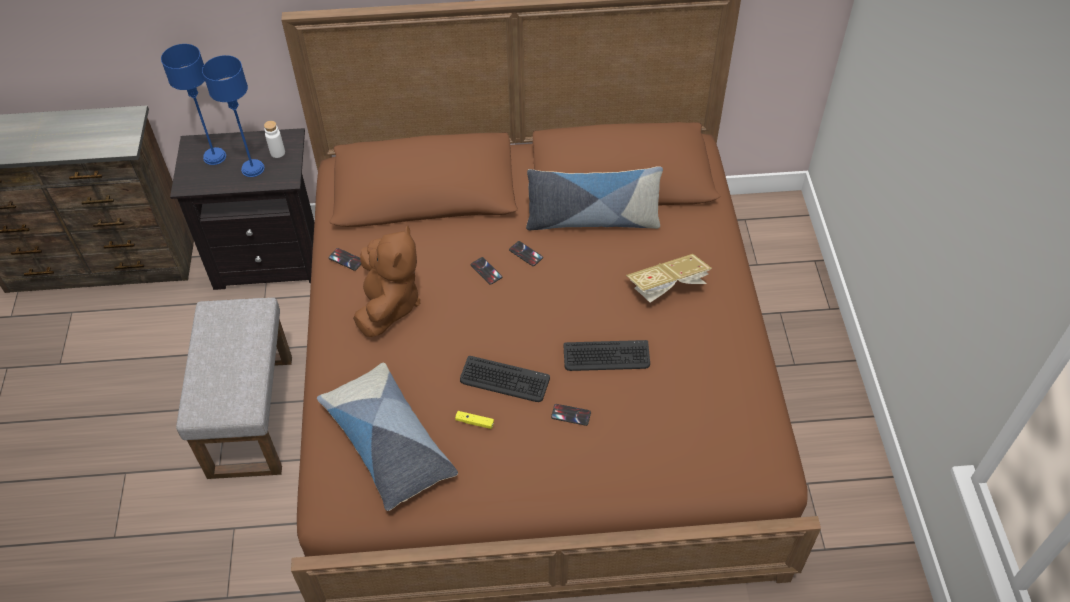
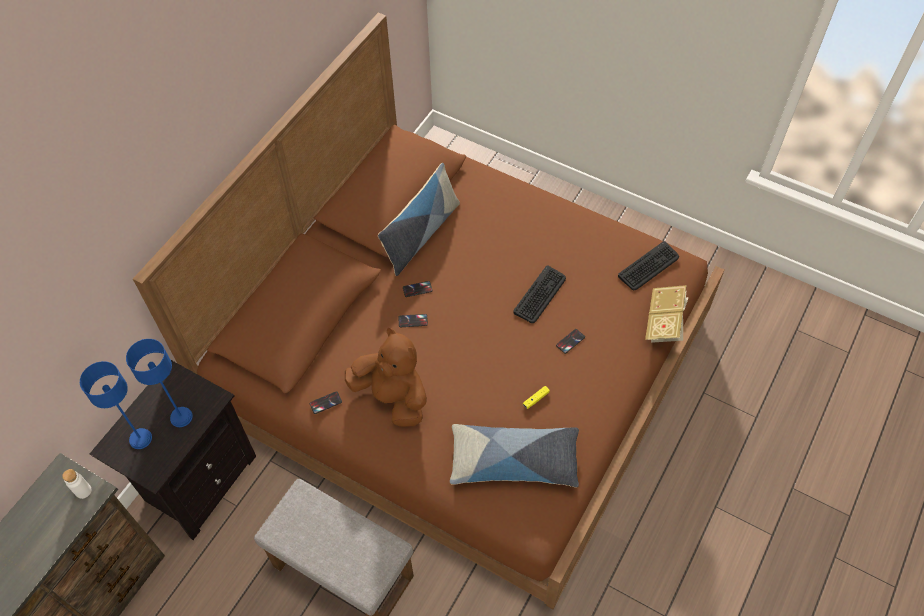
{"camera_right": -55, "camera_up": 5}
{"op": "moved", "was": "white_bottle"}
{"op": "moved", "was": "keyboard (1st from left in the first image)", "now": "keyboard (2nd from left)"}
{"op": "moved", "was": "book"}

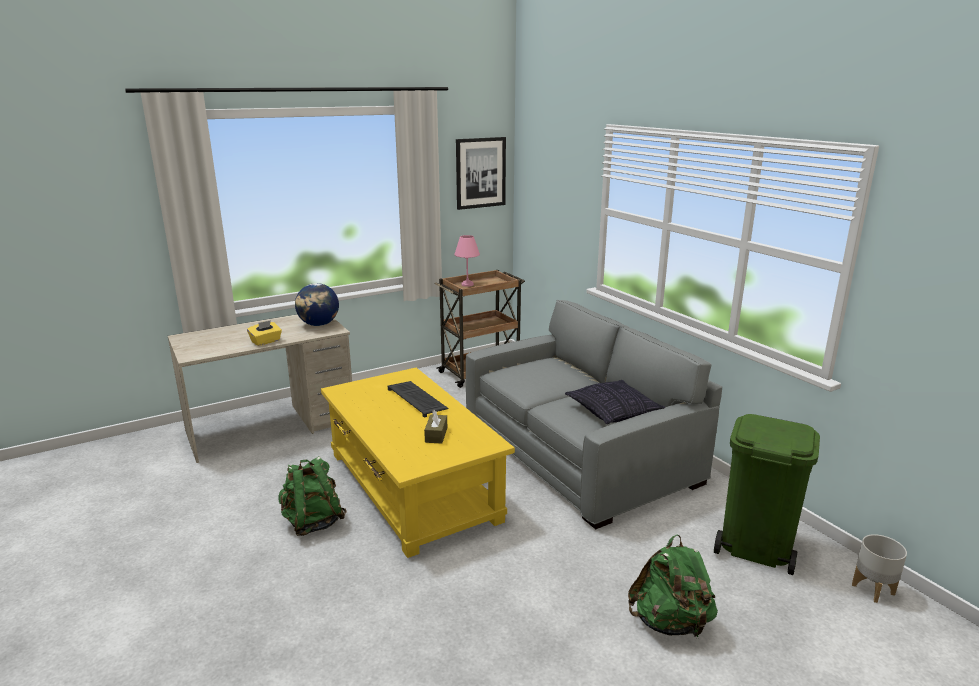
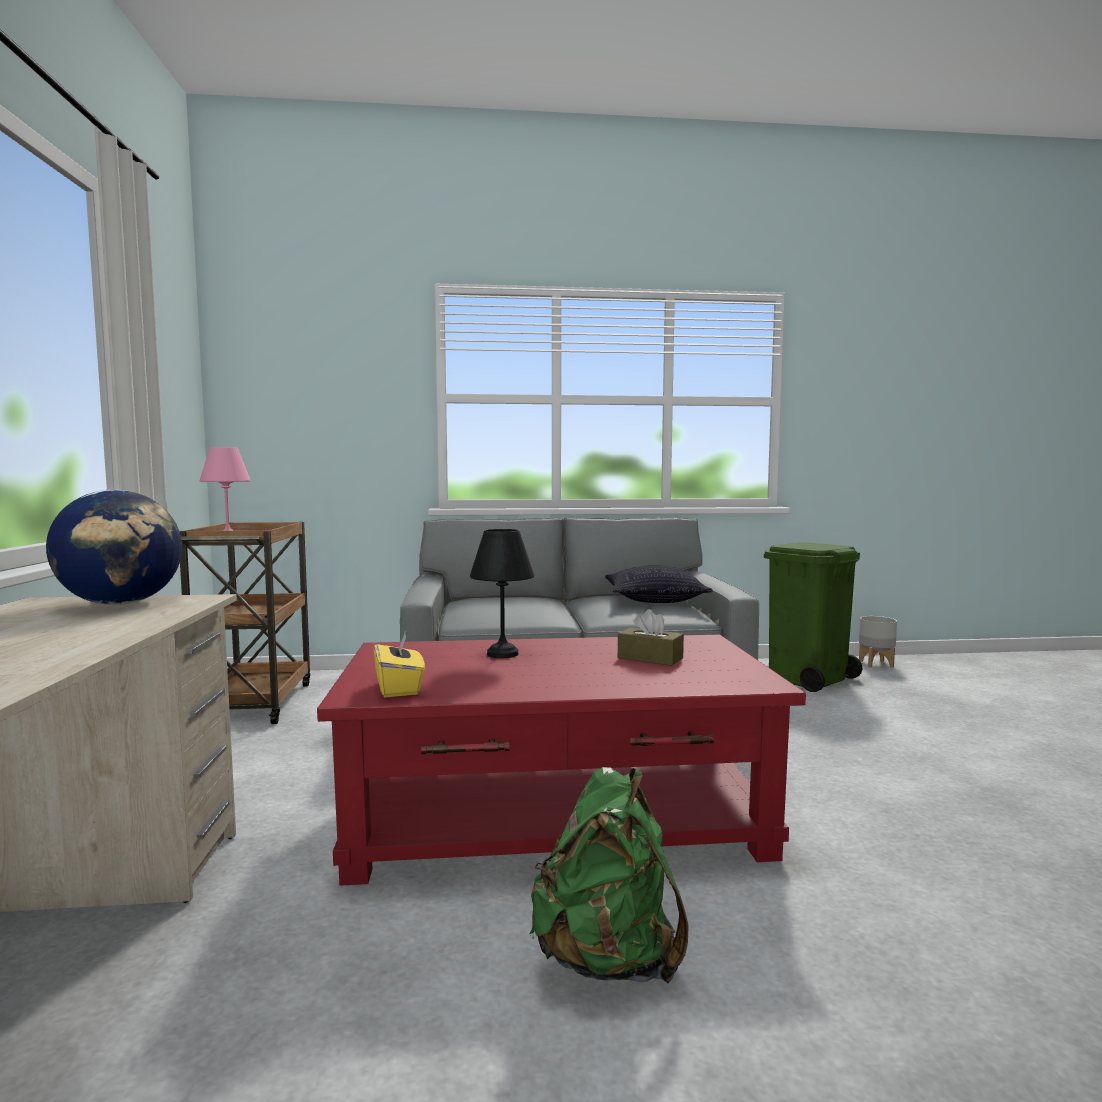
{"camera_right": -65, "camera_up": -15}
{"op": "removed", "was": "picture"}
{"op": "removed", "was": "green_backpack (2nd from left)"}
{"op": "moved", "was": "yellow_tissue_box"}
{"op": "replaced", "was": "keyboard", "now": "black_table_lamp"}
{"op": "recoloured", "was": "yellow_coffee_table", "now": "red_coffee_table"}

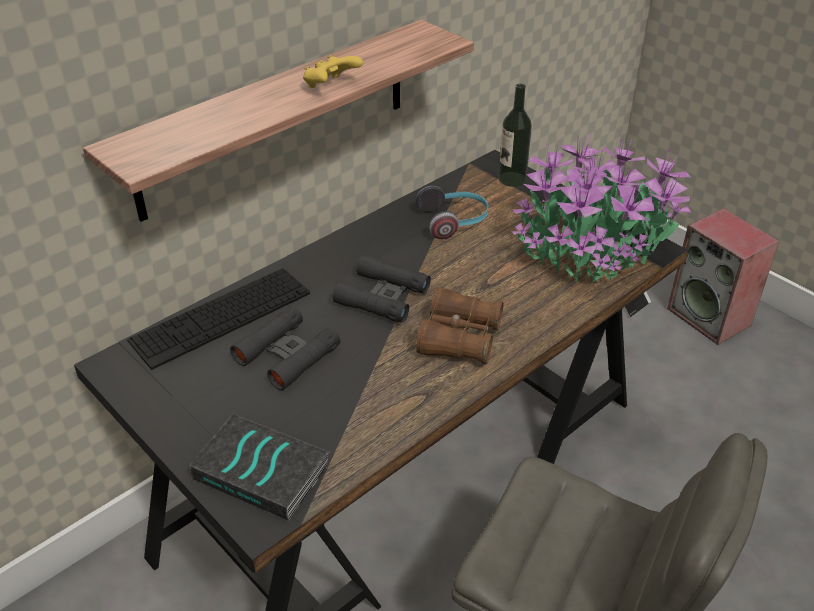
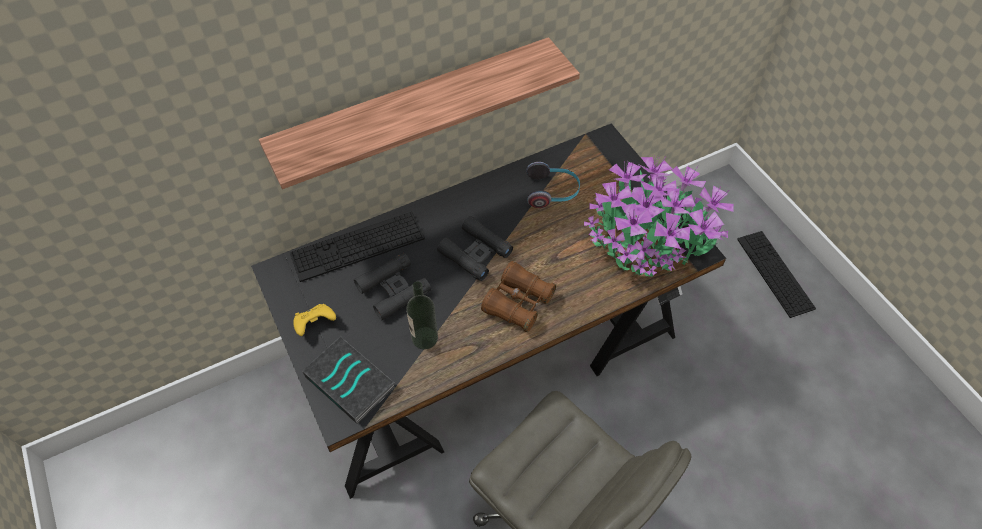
{"camera_right": 15, "camera_up": 15}
{"op": "moved", "was": "yellow_game_controller"}
{"op": "moved", "was": "bottle"}
{"op": "replaced", "was": "speaker", "now": "keyboard (2nd from left)"}

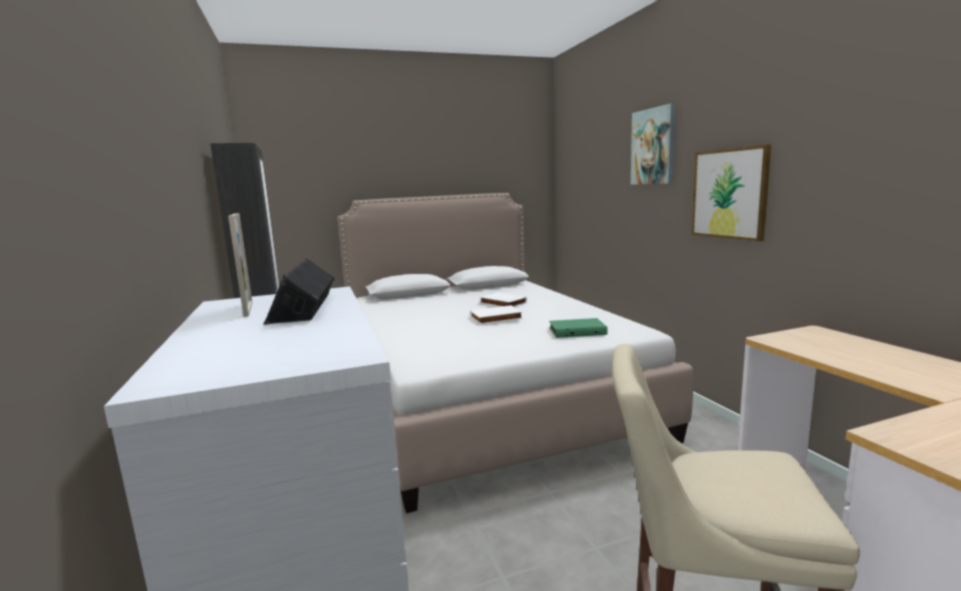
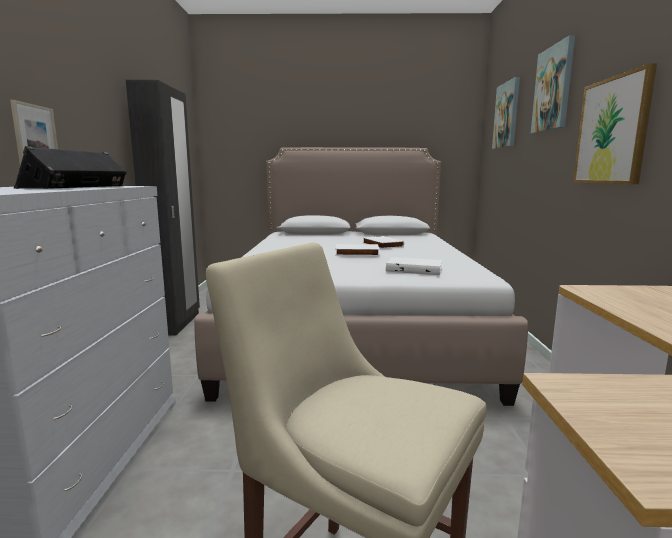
{"camera_right": 20, "camera_up": 0}
{"op": "added", "now": "picture (1st from left)"}
{"op": "recoloured", "was": "green_book", "now": "white_book (3rd from left)"}

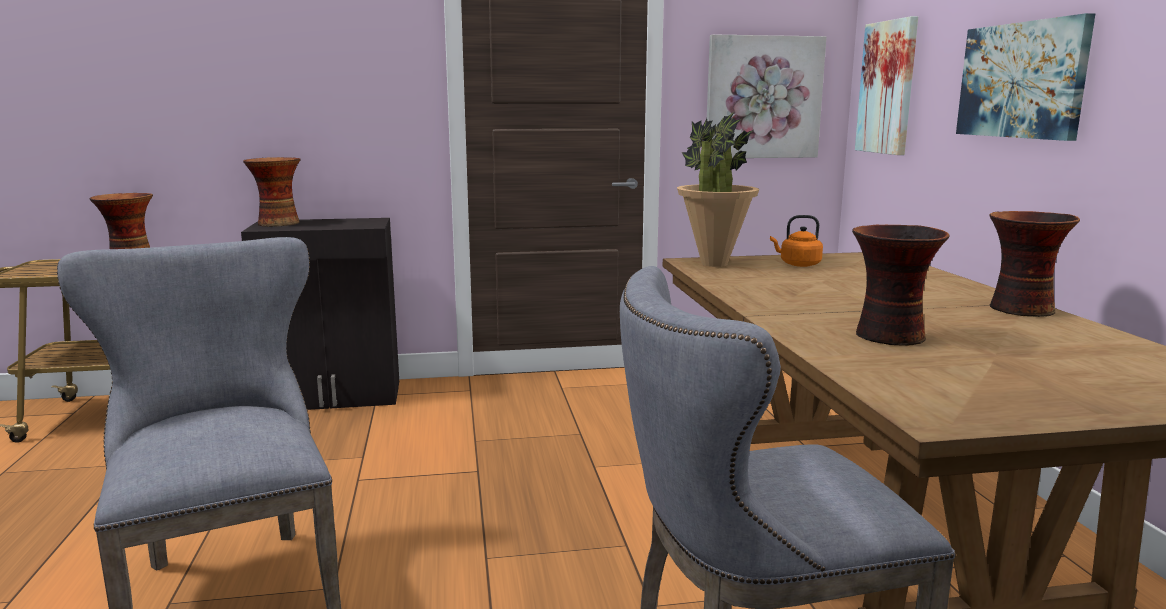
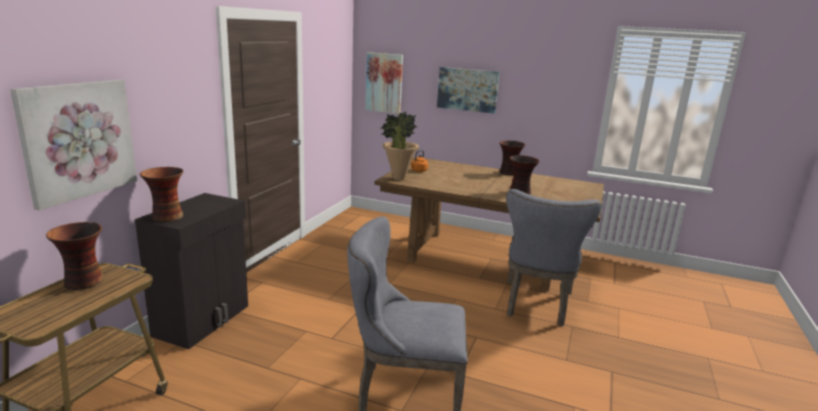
{"camera_right": -60, "camera_up": 5}
{"op": "moved", "was": "picture (1st from left)"}

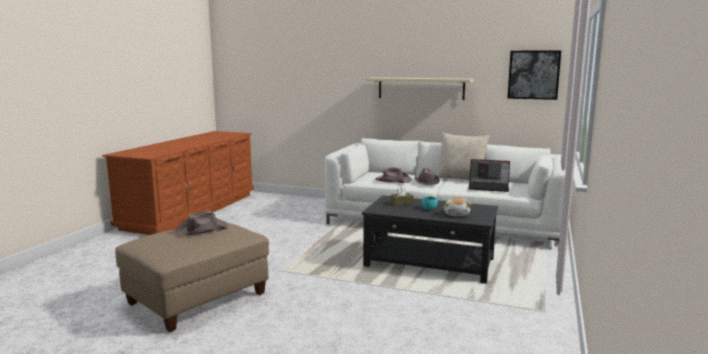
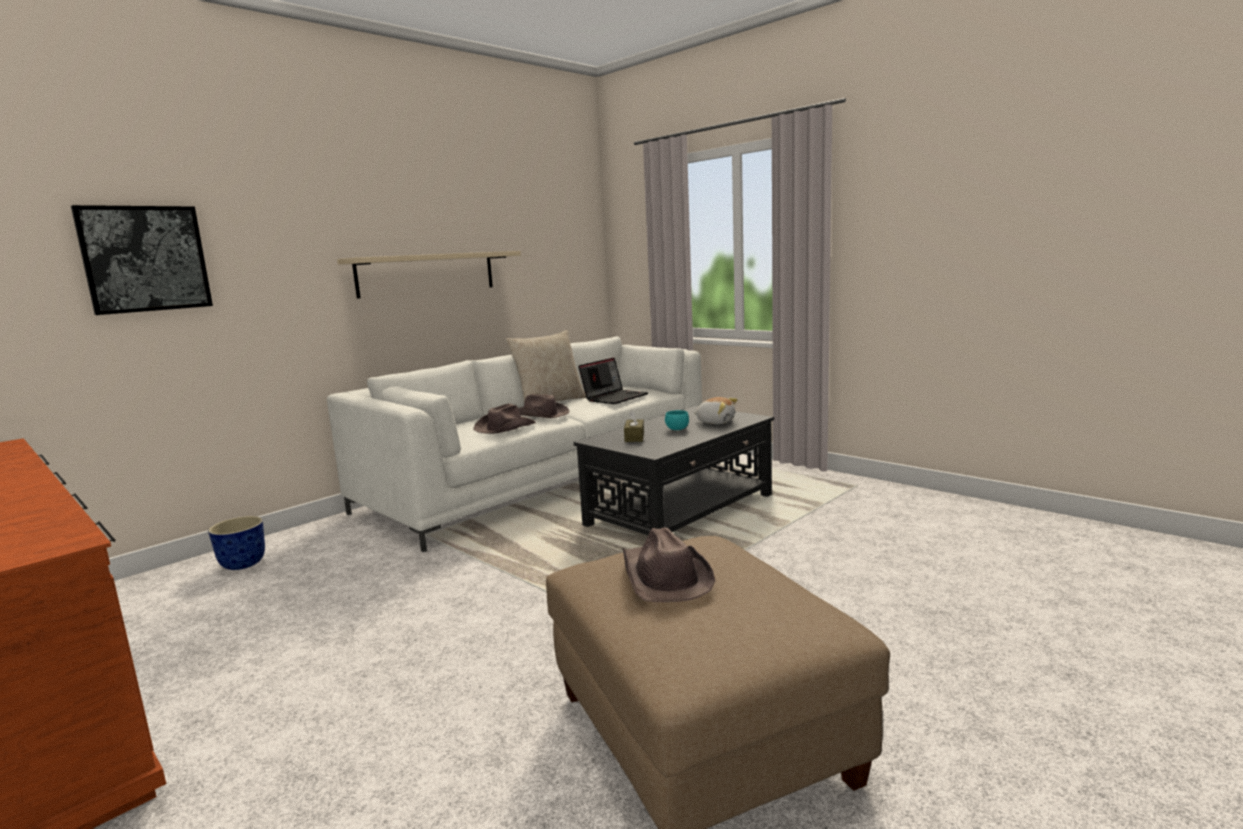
{"camera_right": -65, "camera_up": 0}
{"op": "added", "now": "planter"}
{"op": "moved", "was": "picture"}

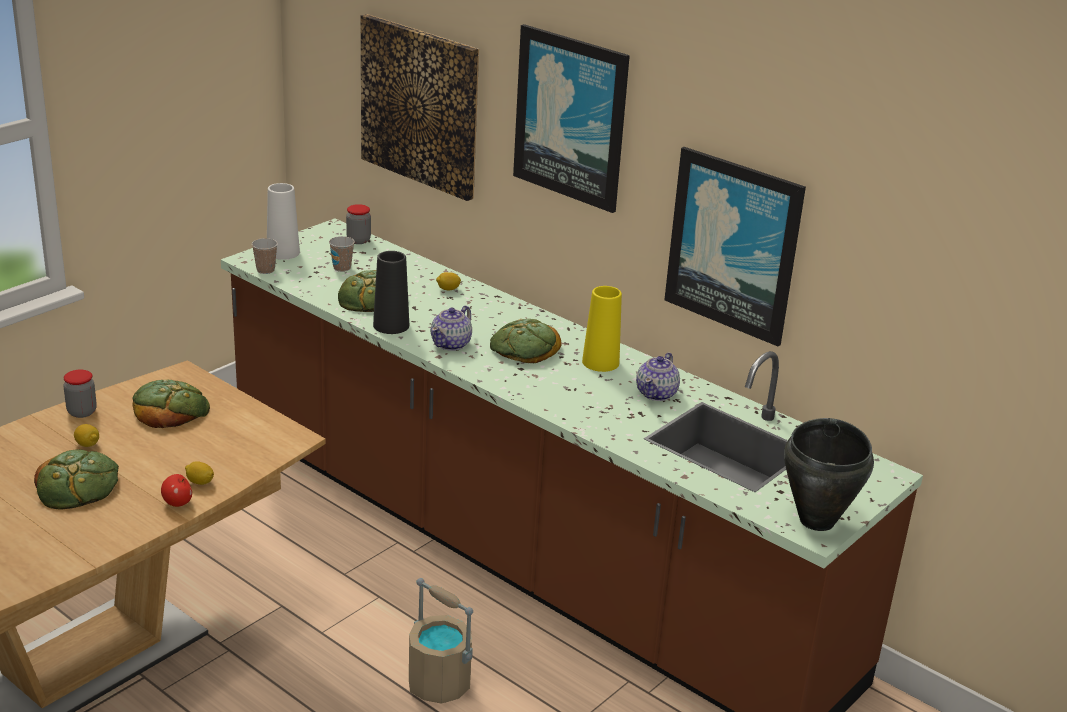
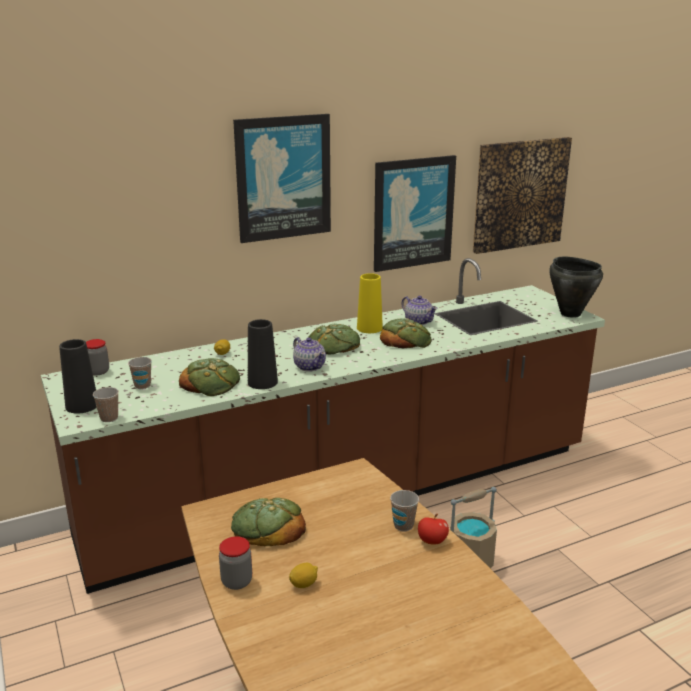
{"camera_right": -65, "camera_up": -5}
{"op": "moved", "was": "bread (1st from left in the first image)", "now": "bread (4th from left)"}
{"op": "moved", "was": "picture (1st from left in the first image)", "now": "picture (3rd from left)"}
{"op": "replaced", "was": "lemon (2nd from left)", "now": "cup (3rd from left)"}
{"op": "recoloured", "was": "white_vase", "now": "black_vase (1st from left)"}

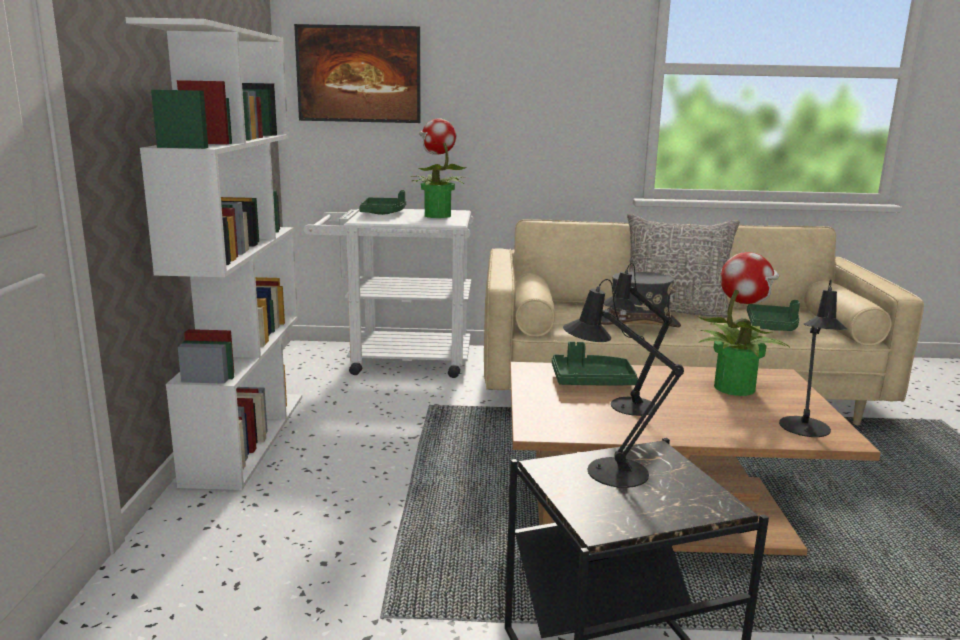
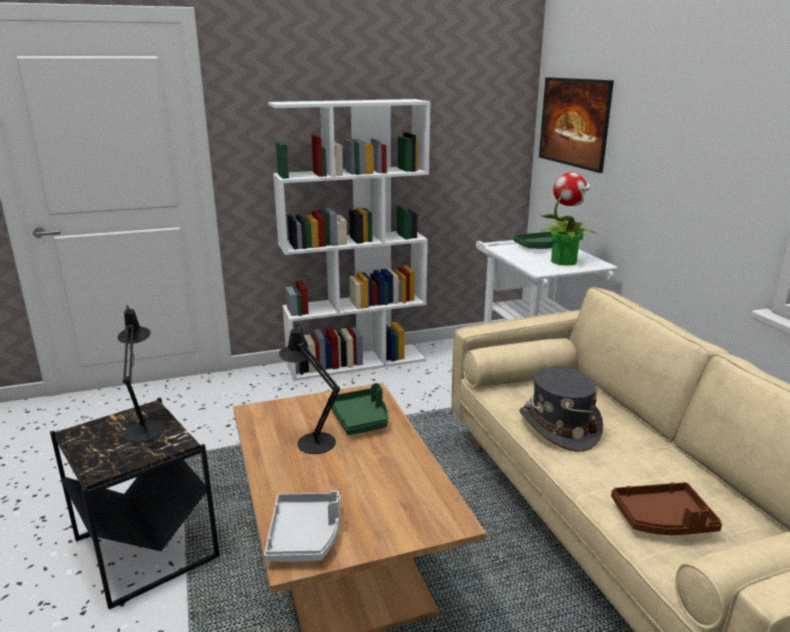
{"camera_right": 70, "camera_up": 5}
{"op": "removed", "was": "grey_pillow"}
{"op": "removed", "was": "potted_plant (2nd from left)"}
{"op": "replaced", "was": "black_table_lamp (3rd from left)", "now": "grey_tray"}
{"op": "recoloured", "was": "green_tray (3rd from left)", "now": "brown_tray"}

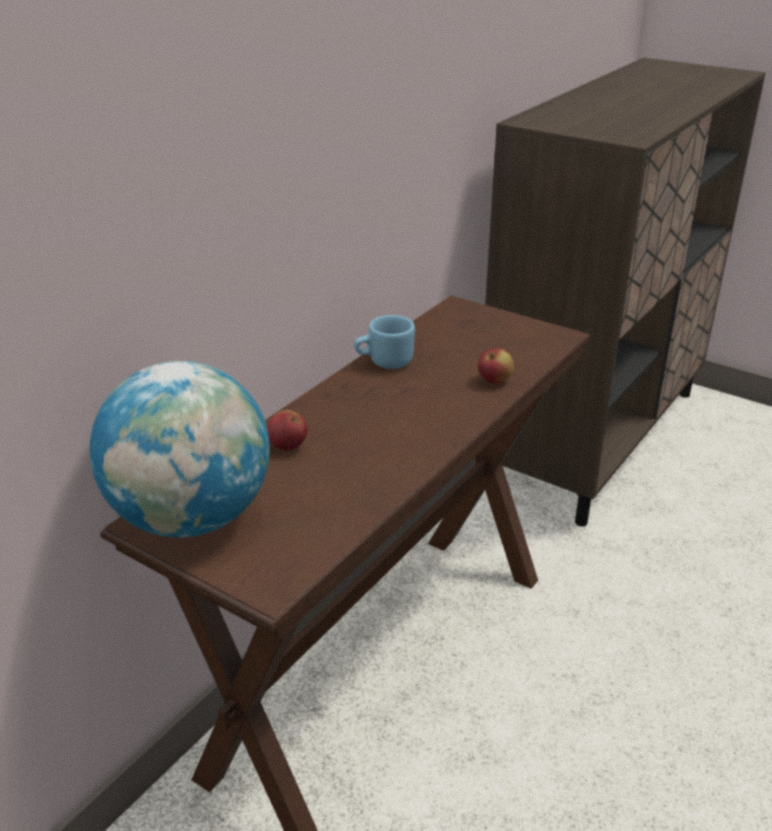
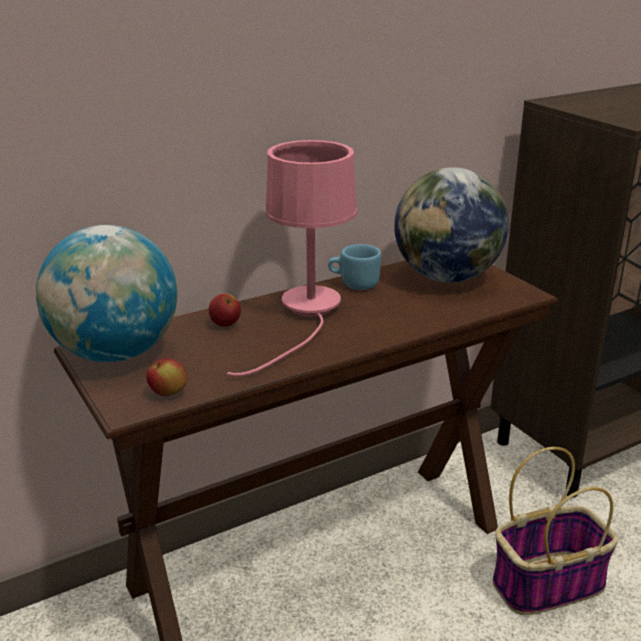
{"camera_right": 25, "camera_up": -5}
{"op": "added", "now": "pink_table_lamp"}
{"op": "added", "now": "globe (2nd from left)"}
{"op": "added", "now": "basket"}
{"op": "moved", "was": "apple (2nd from left in the first image)", "now": "apple (1st from left)"}

